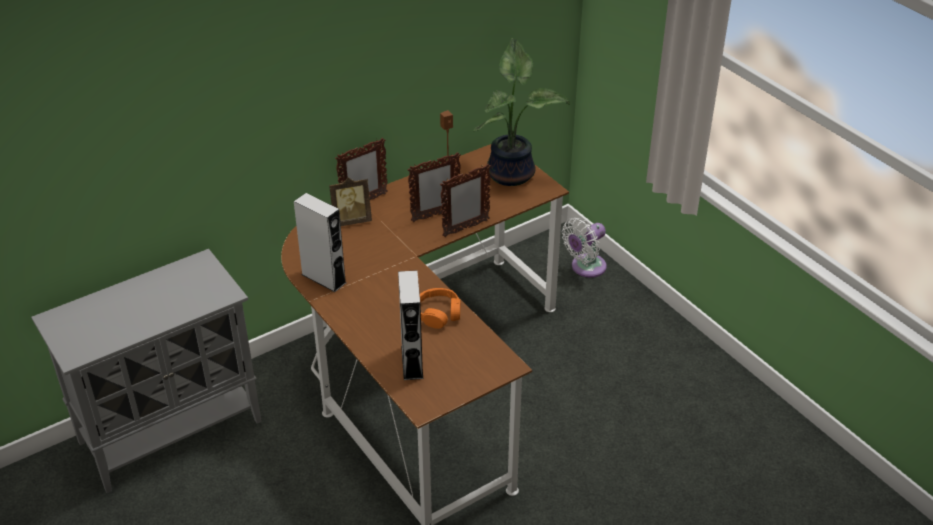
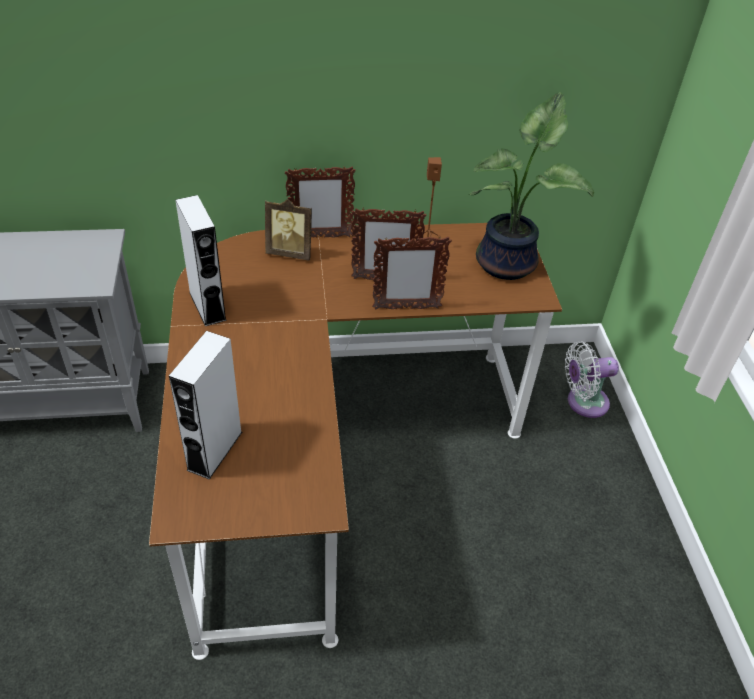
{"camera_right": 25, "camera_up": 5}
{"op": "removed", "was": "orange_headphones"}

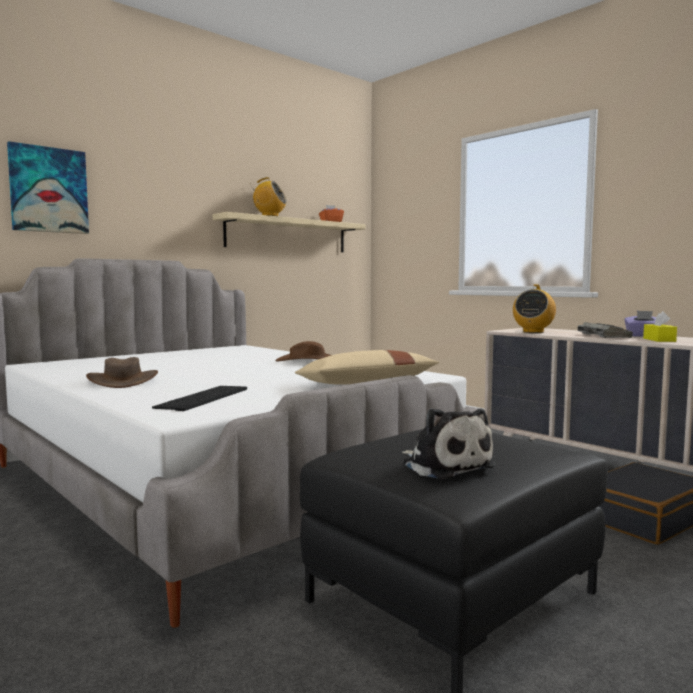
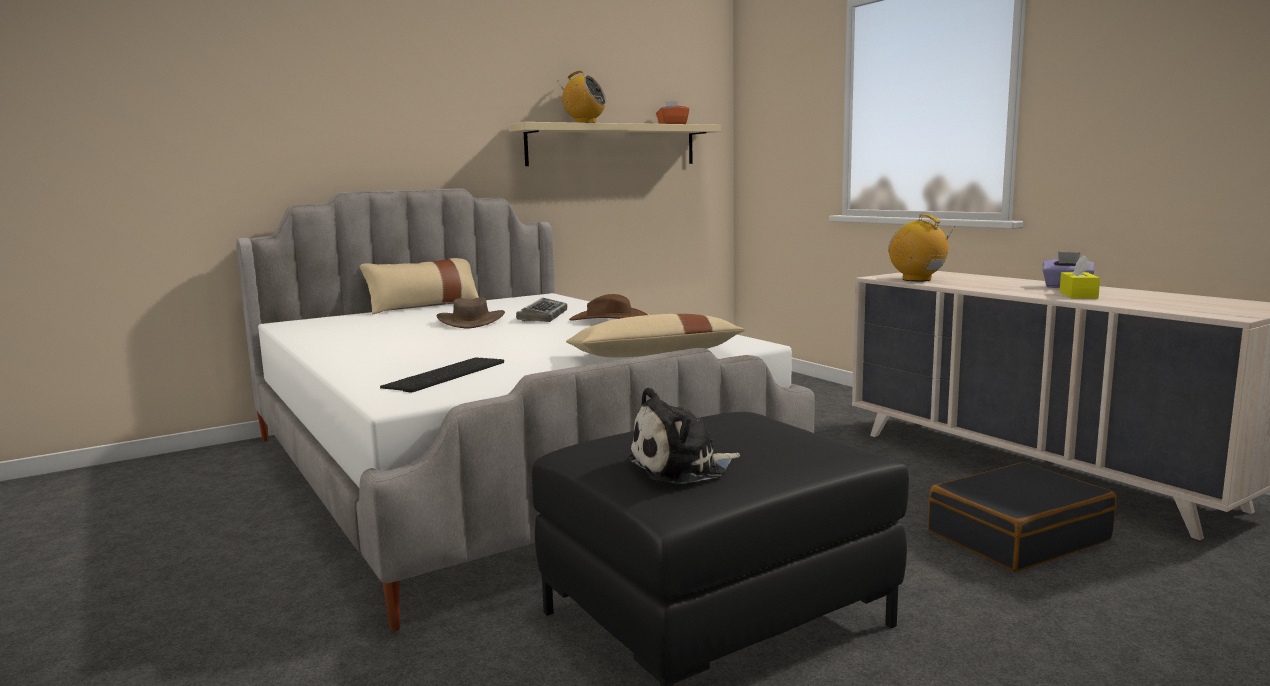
{"camera_right": 10, "camera_up": 5}
{"op": "removed", "was": "picture"}
{"op": "added", "now": "beige_pillow (1st from left)"}
{"op": "moved", "was": "brown_hat (1st from left)"}
{"op": "moved", "was": "keyboard (2nd from left)"}
{"op": "turned", "was": "plush_toy", "clockwise": 90}
{"op": "turned", "was": "radio (2nd from left)", "clockwise": 105}

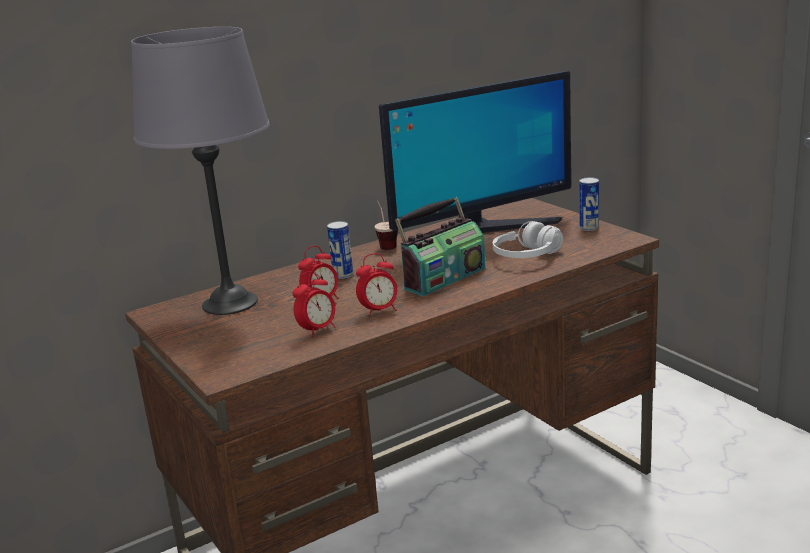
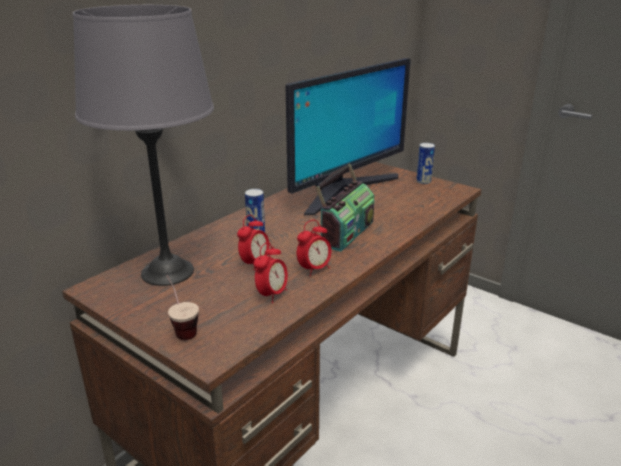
{"camera_right": -20, "camera_up": 5}
{"op": "removed", "was": "white_headphones"}
{"op": "moved", "was": "cup"}

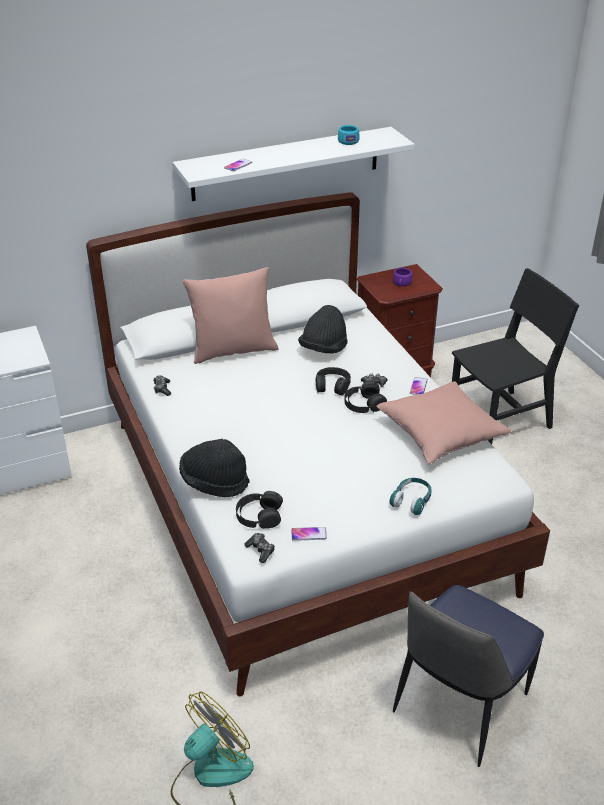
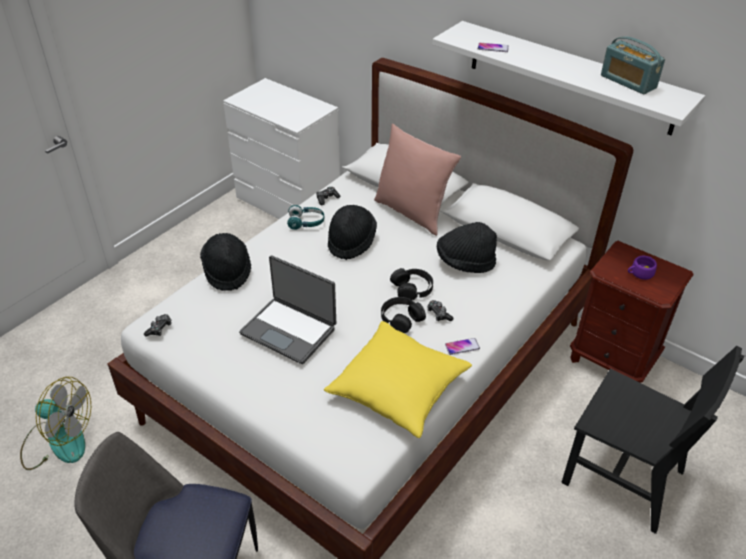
{"camera_right": 60, "camera_up": 5}
{"op": "removed", "was": "black_headphones (1st from left)"}
{"op": "removed", "was": "phone (2nd from left)"}
{"op": "added", "now": "laptop"}
{"op": "added", "now": "black_hat (2nd from left)"}
{"op": "moved", "was": "turquoise_headphones"}
{"op": "replaced", "was": "turquoise_cup", "now": "radio"}
{"op": "recoloured", "was": "pink_pillow (2nd from left)", "now": "yellow_pillow"}

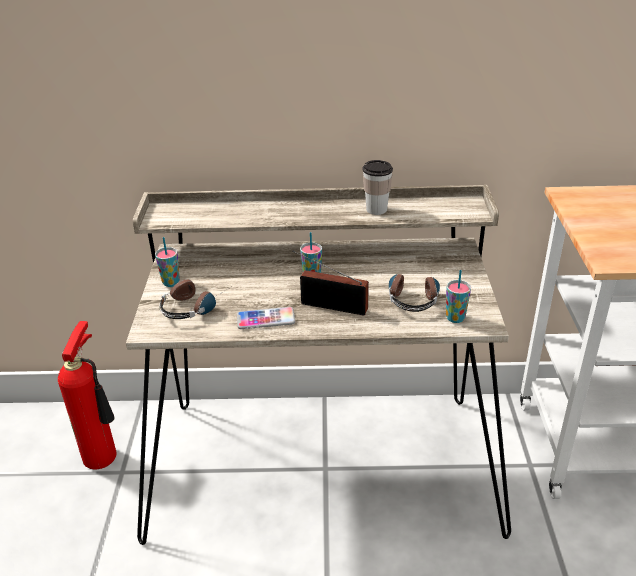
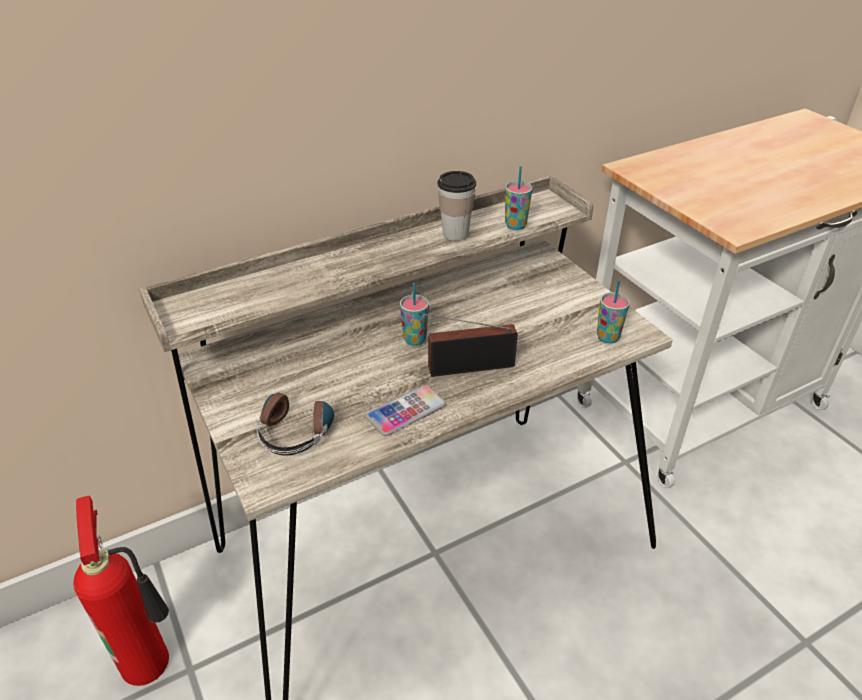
{"camera_right": -30, "camera_up": 5}
{"op": "removed", "was": "headphones (2nd from left)"}
{"op": "moved", "was": "cup (1st from left in the first image)", "now": "cup (3rd from left)"}

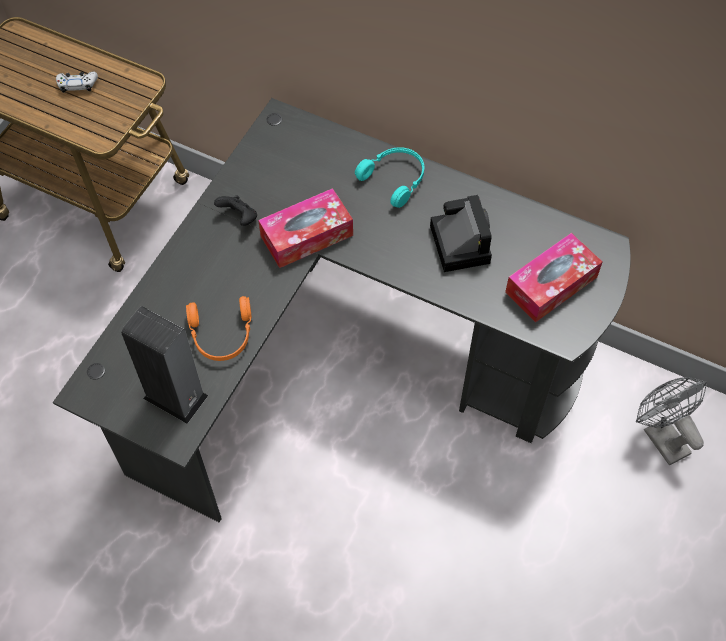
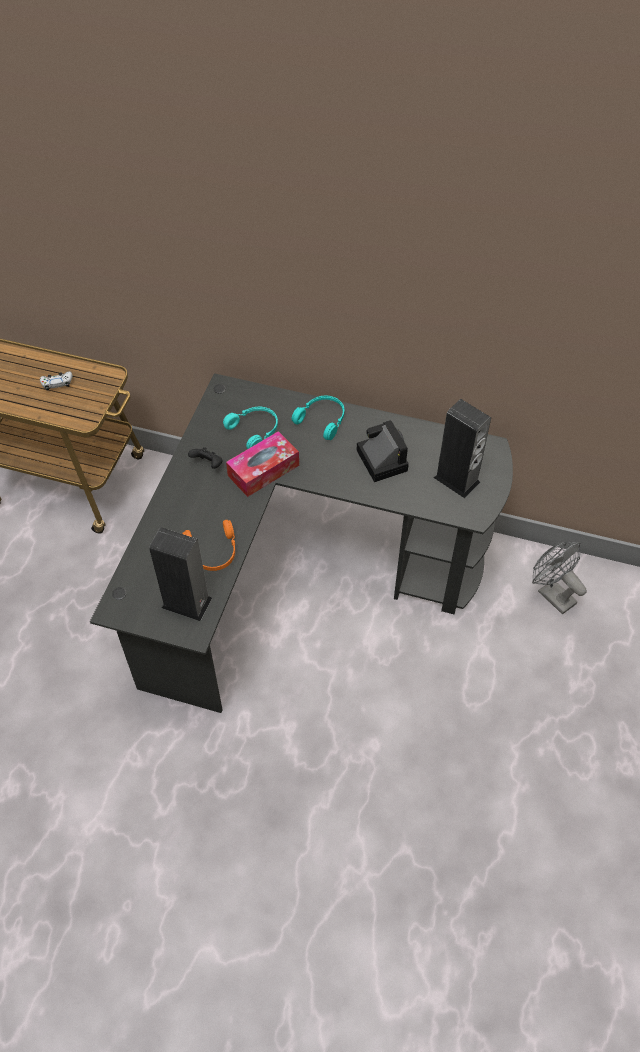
{"camera_right": -10, "camera_up": -5}
{"op": "added", "now": "turquoise_headphones (1st from left)"}
{"op": "replaced", "was": "tissue_box (2nd from left)", "now": "speaker (2nd from left)"}

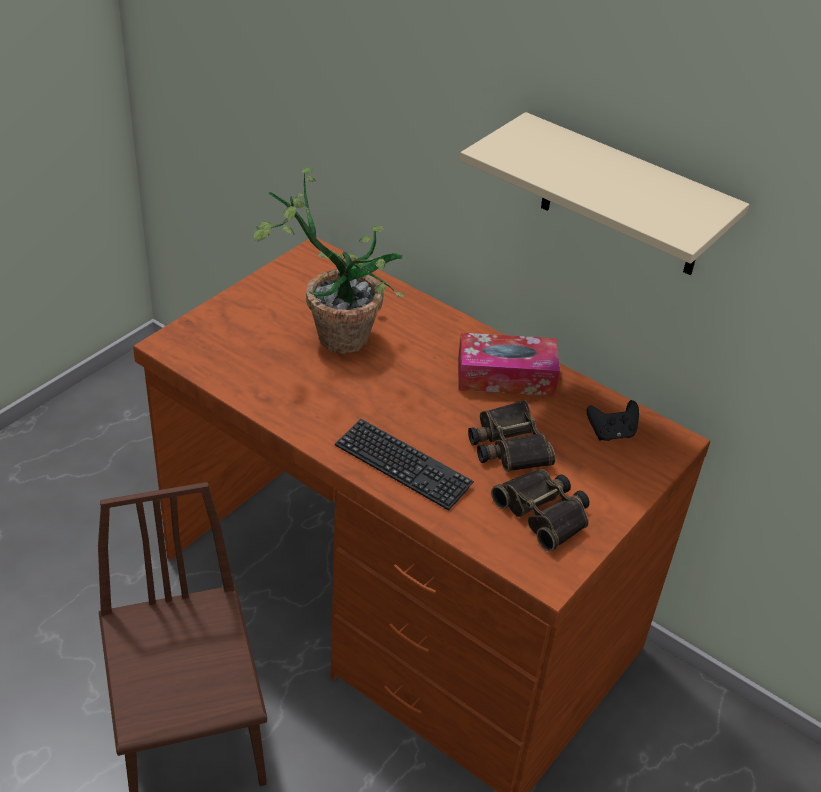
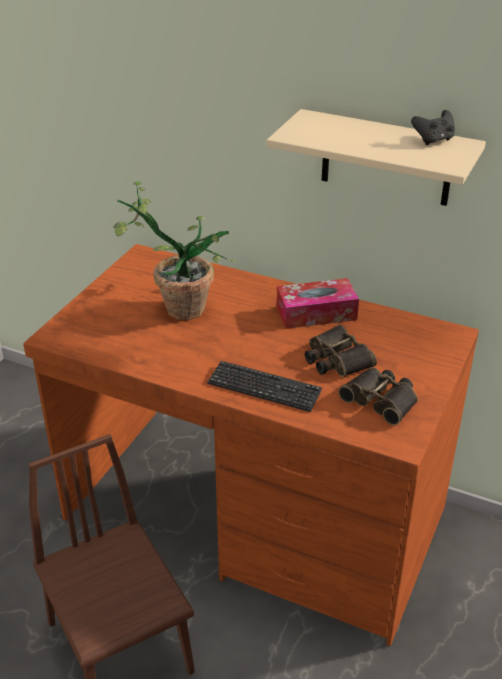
{"camera_right": -10, "camera_up": -5}
{"op": "moved", "was": "black_game_controller"}

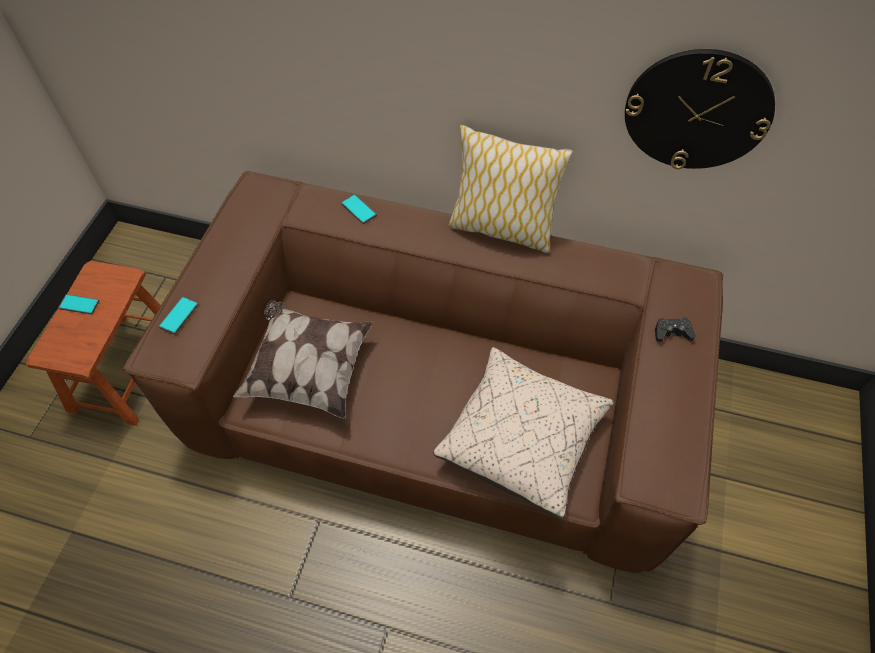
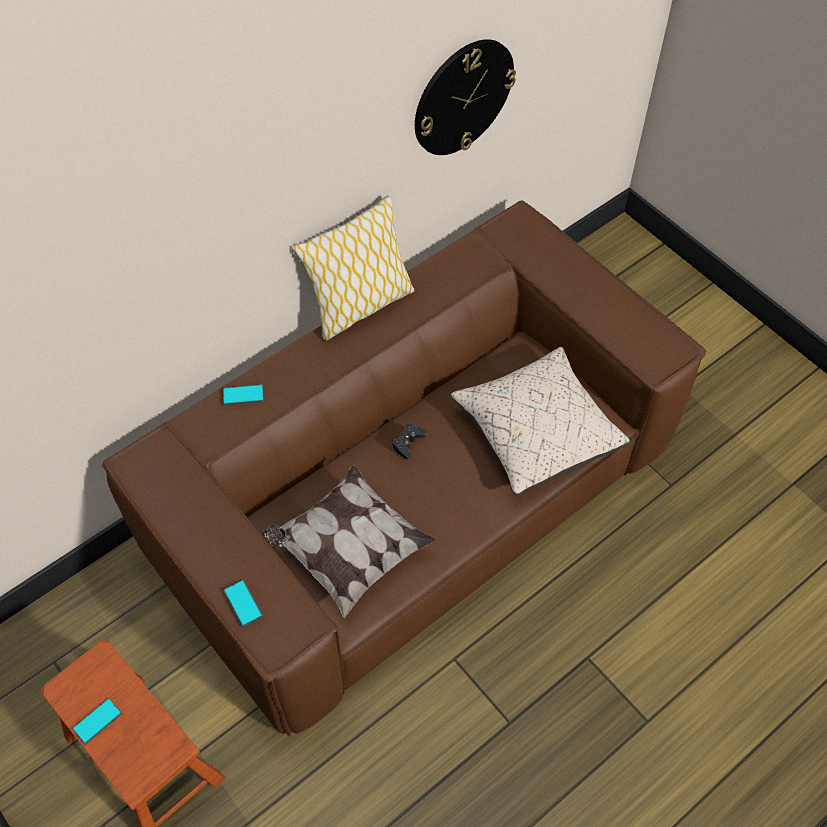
{"camera_right": -55, "camera_up": 0}
{"op": "moved", "was": "black_game_controller"}

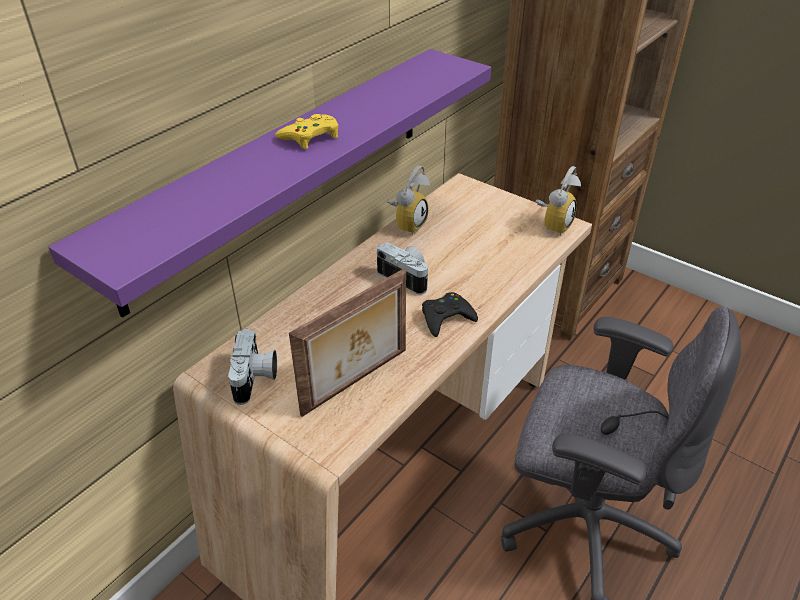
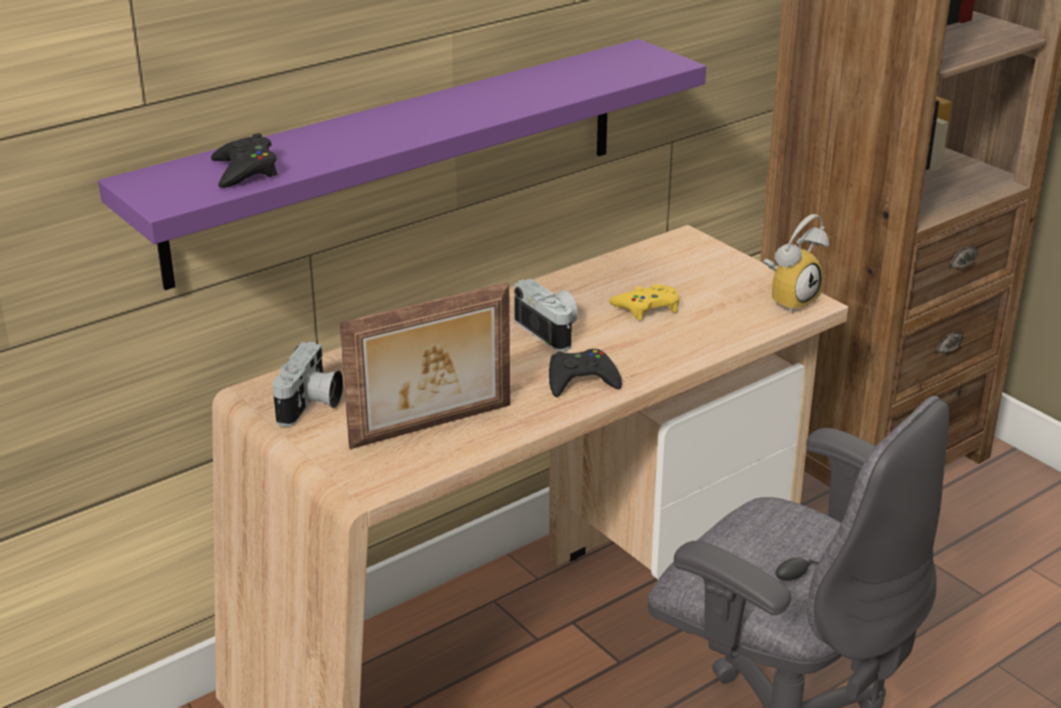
{"camera_right": 15, "camera_up": -10}
{"op": "removed", "was": "alarm_clock (1st from left)"}
{"op": "added", "now": "black_game_controller (1st from left)"}
{"op": "moved", "was": "yellow_game_controller"}

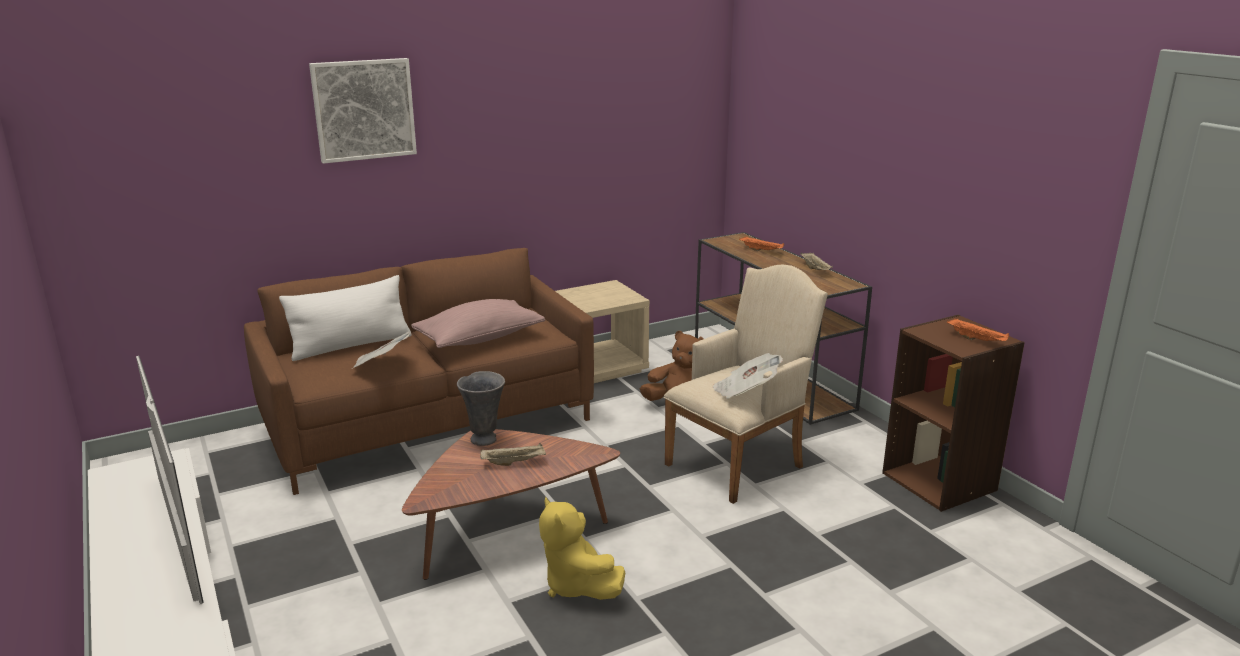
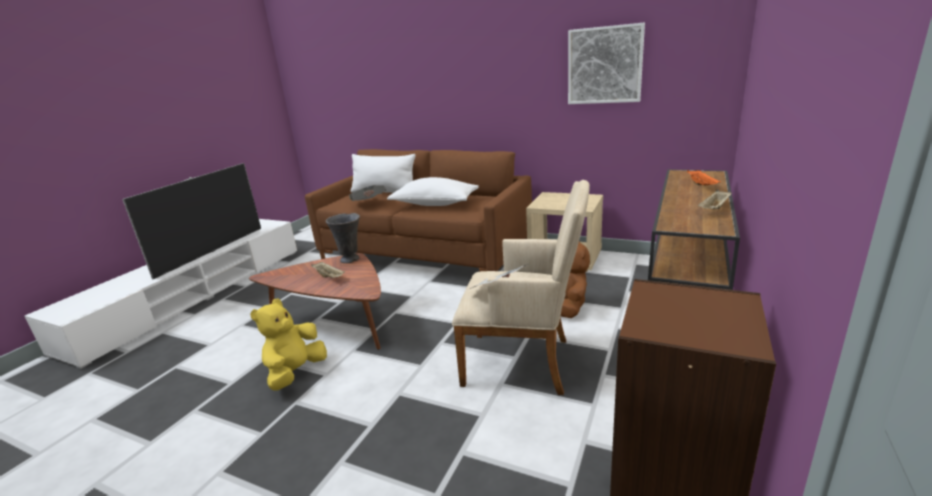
{"camera_right": 55, "camera_up": 0}
{"op": "removed", "was": "orange_tray (2nd from left)"}
{"op": "moved", "was": "picture"}
{"op": "recoloured", "was": "pink_pillow", "now": "white_pillow (2nd from left)"}

